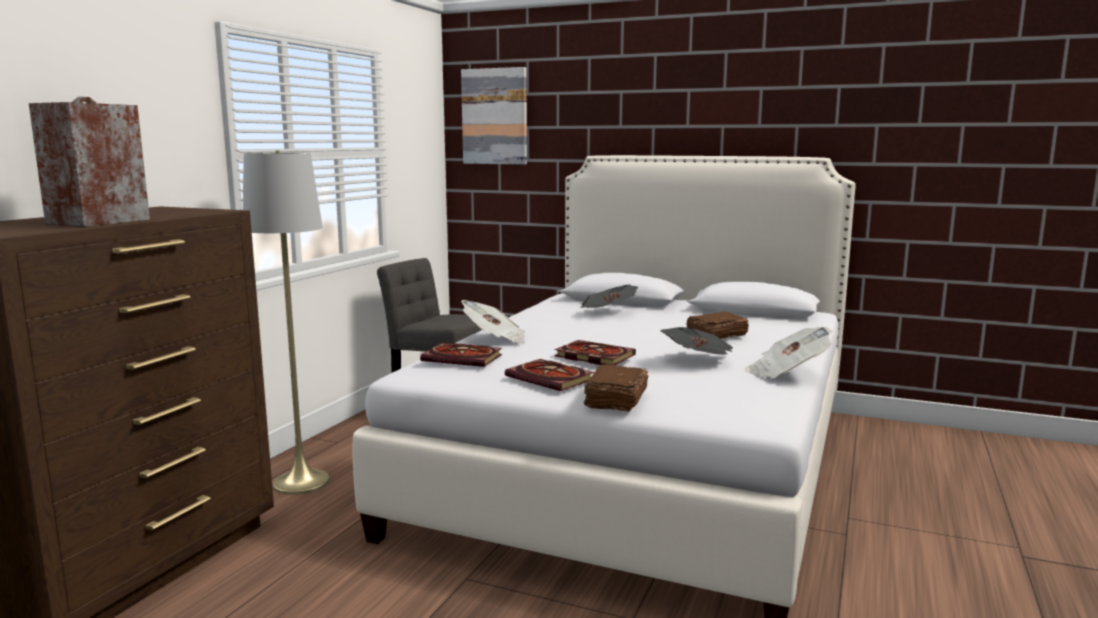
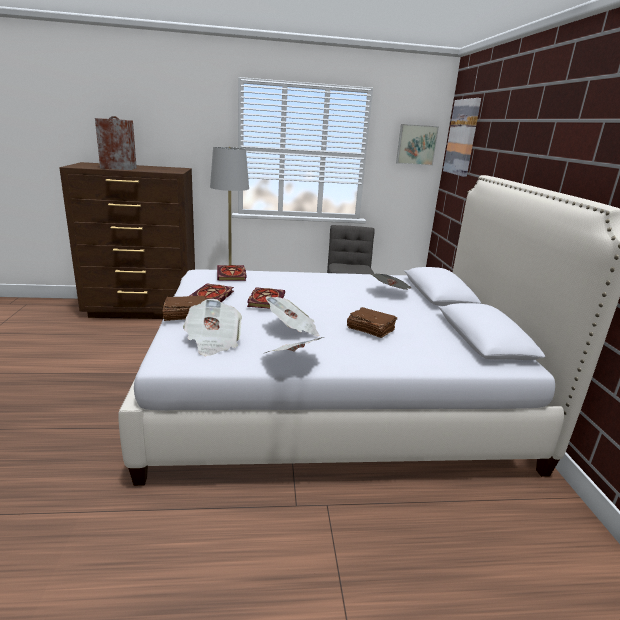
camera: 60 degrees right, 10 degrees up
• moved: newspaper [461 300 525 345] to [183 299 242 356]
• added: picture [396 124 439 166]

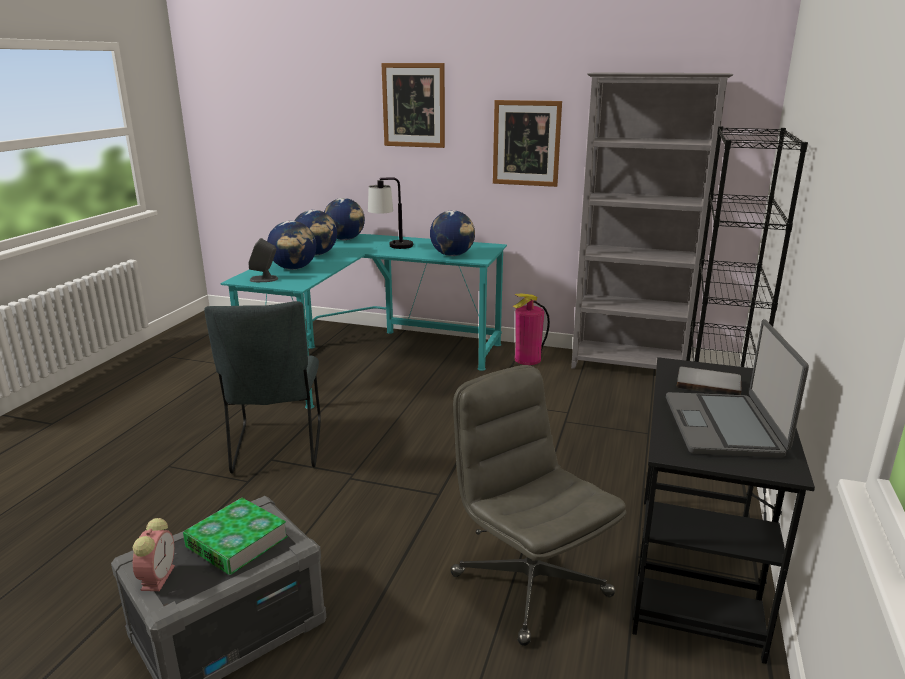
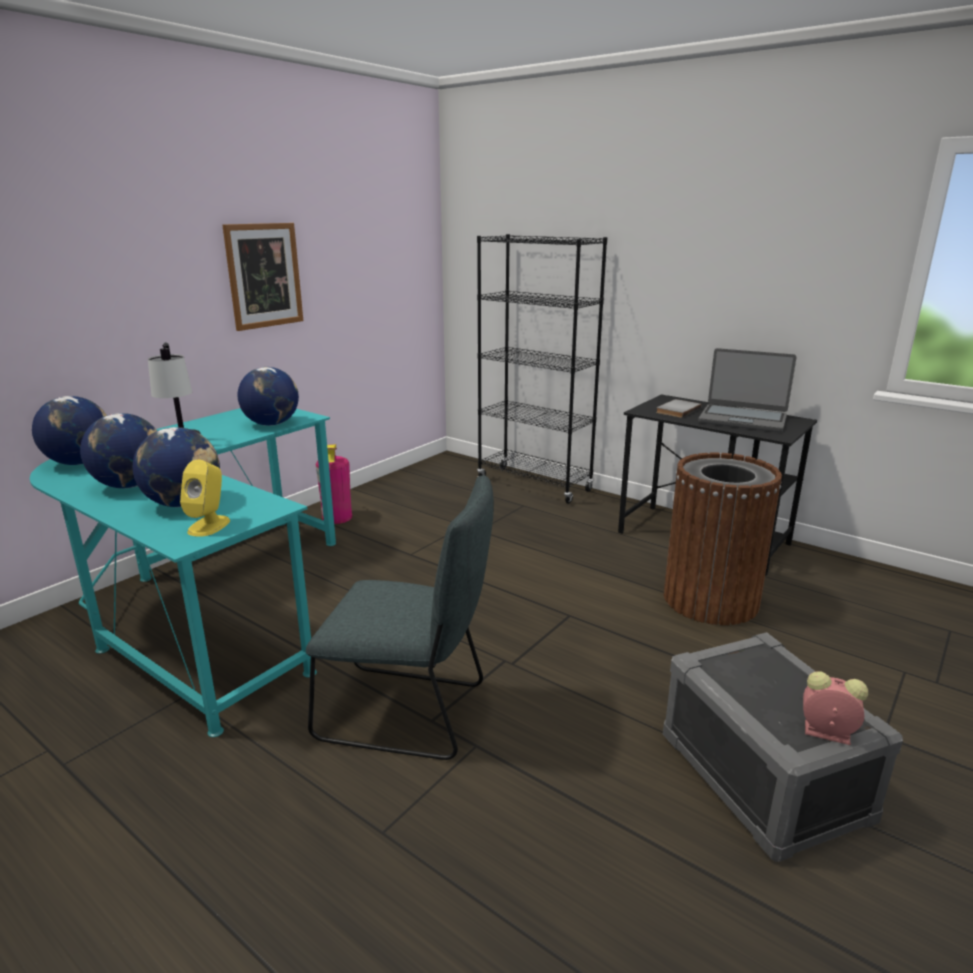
camera: 70 degrees left, 0 degrees up
• recoloured: grey speaker [248 238 278 282] to yellow speaker [180 460 230 537]
• replaced: grey office chair [450 365 626 646] to brown trash can [664 453 782 625]
• removed: book [183 498 288 575]
• removed: picture [381 63 445 148]
• removed: grey bookcase [571 72 733 369]

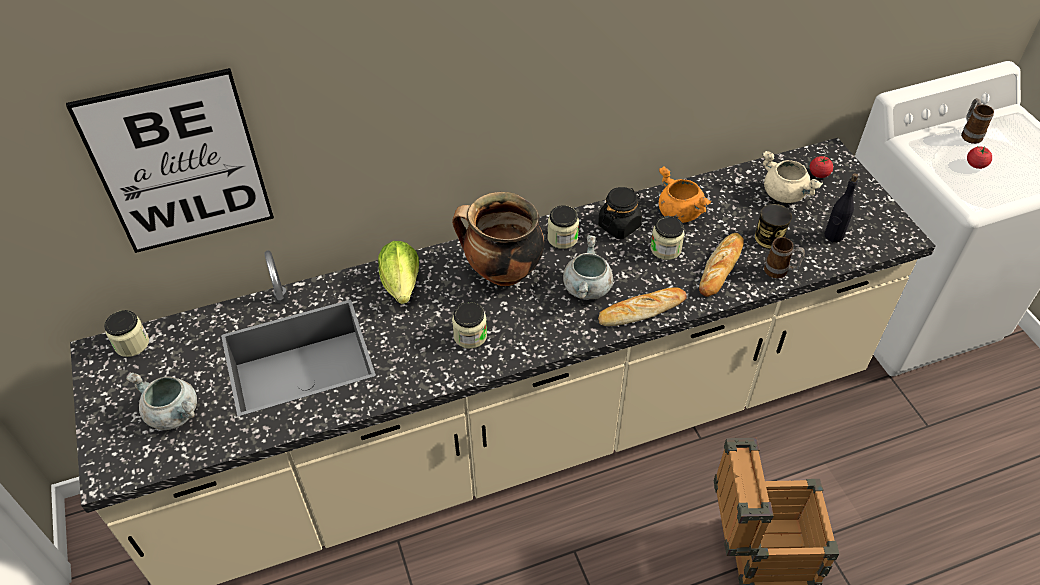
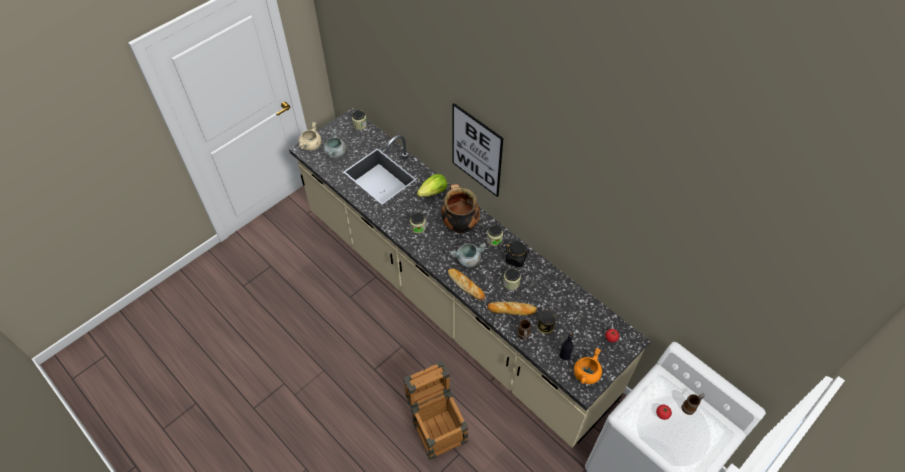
camera: 65 degrees right, 5 degrees up
• moved: beige cooking pot [762 151 823 203] to [299 122 322 151]
• moved: picture [66 68 274 253] to [453 103 503 197]
• moved: orange cooking pot [659 166 712 223] to [574 348 602 384]

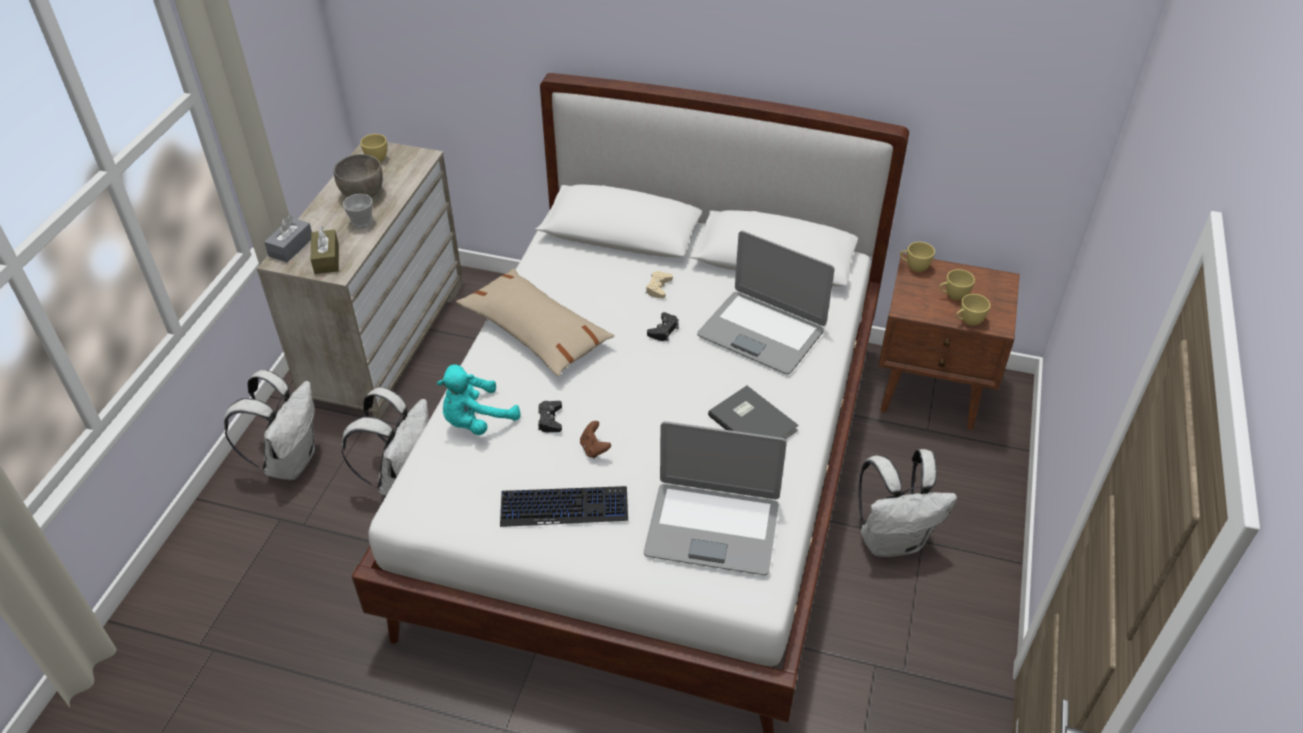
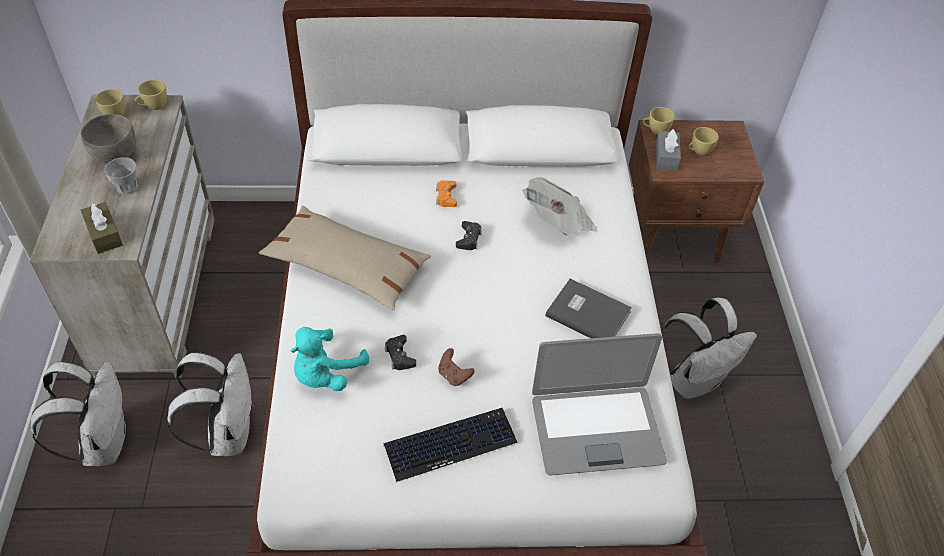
camera: 20 degrees left, 5 degrees up
• moved: yellow cup [956 294 990 326] to [135 79 167 110]
• recoloured: beige game controller [646 271 673 299] to orange game controller [436 180 457 207]
• replaced: laptop [697 231 835 374] to newspaper [522 177 597 236]
• moved: grey tissue box [264 215 312 263] to [656 129 681 171]

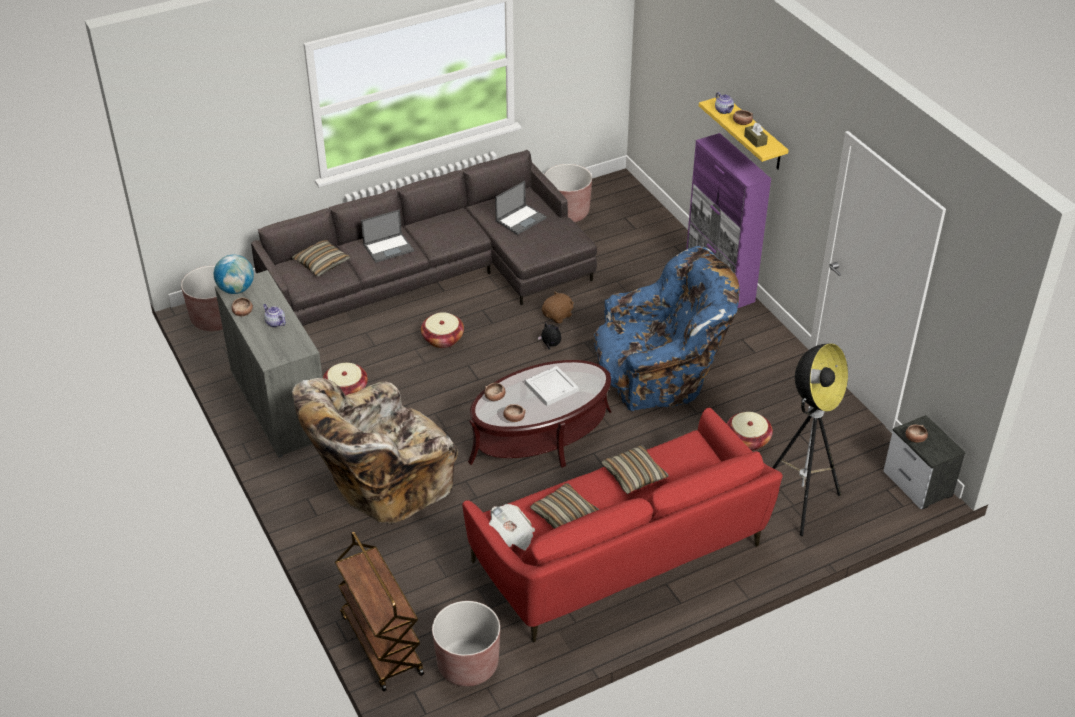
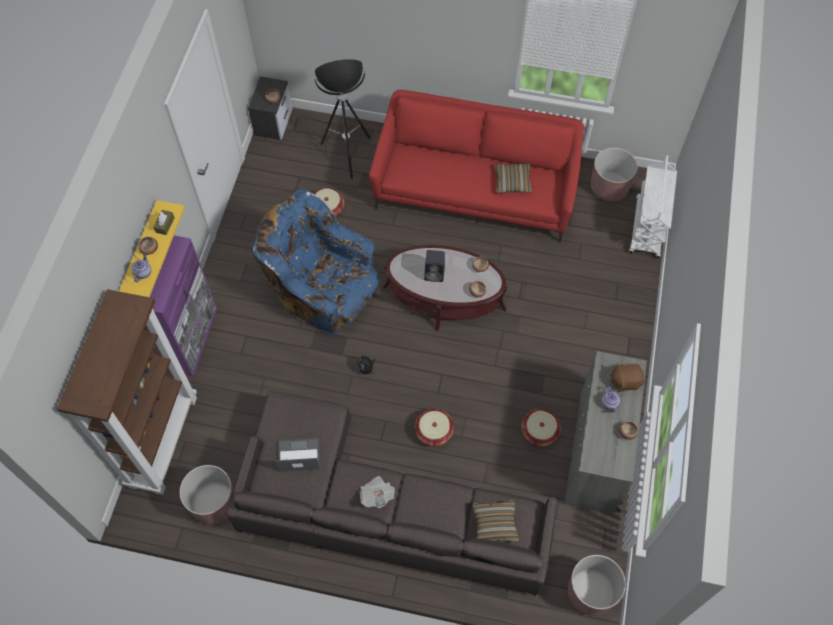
camera: 140 degrees left, 20 degrees up
• added: brown bookcase [57 289 197 495]
• moved: newspaper [489 504 535 551] to [360 476 395 508]
• replaced: white tray [525 366 579 406] to black speaker [424 250 445 282]
• moved: brown plush toy [542 291 574 324] to [609 362 644 392]
• recoloured: brown cart [335 532 424 692] to white cart [629 155 677 258]
• removed: globe [214 255 254 294]
• removed: beige armchair [292 378 458 524]
• removed: laptop [361 209 414 263]
• removed: pillow [601 445 668 494]

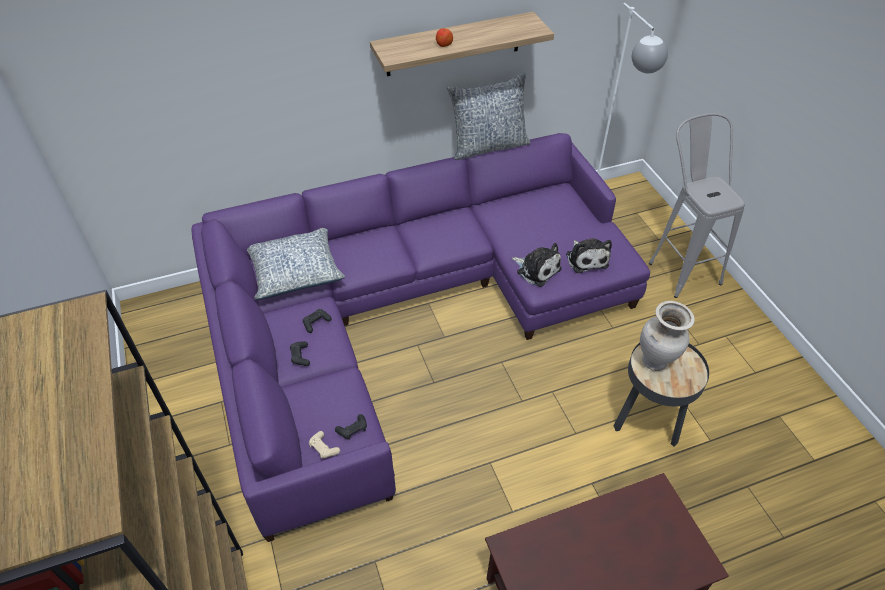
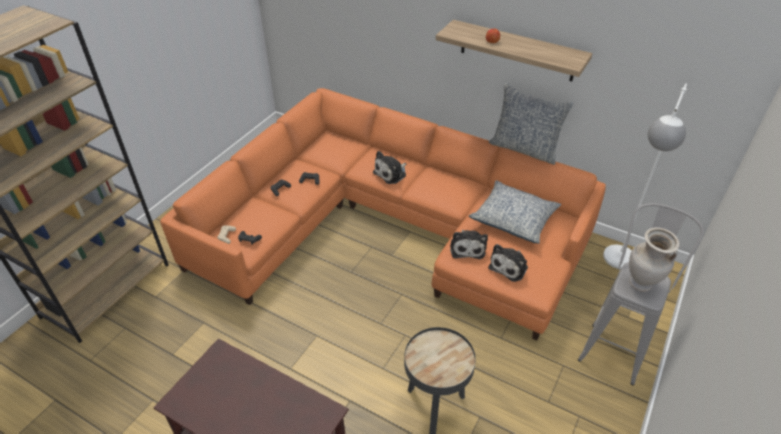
camera: 50 degrees right, 5 degrees down
• recoloured: purple sofa [191 133 650 542] to orange sofa [160 88 606 340]
• added: plush toy [373 151 406 184]
• moved: pillow [247 228 345 300] to [469 180 561 244]
• moved: beige vase [640 301 695 371] to [629 227 680 292]

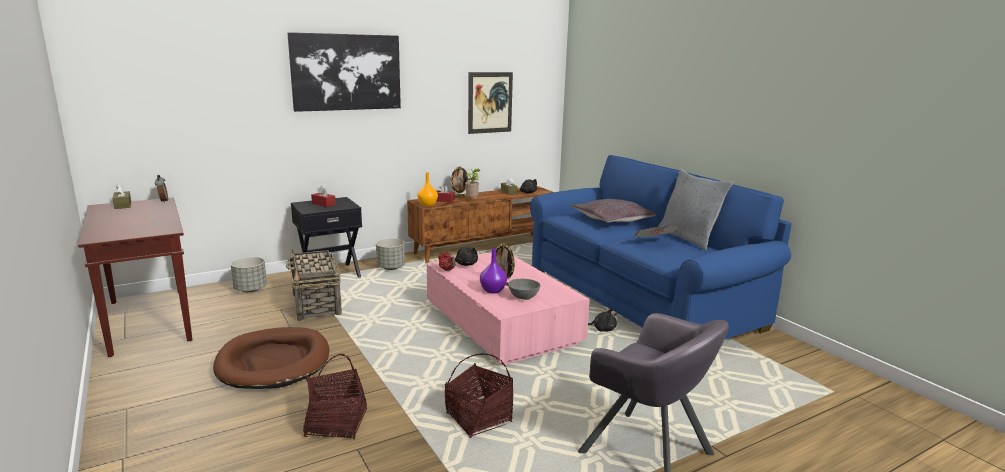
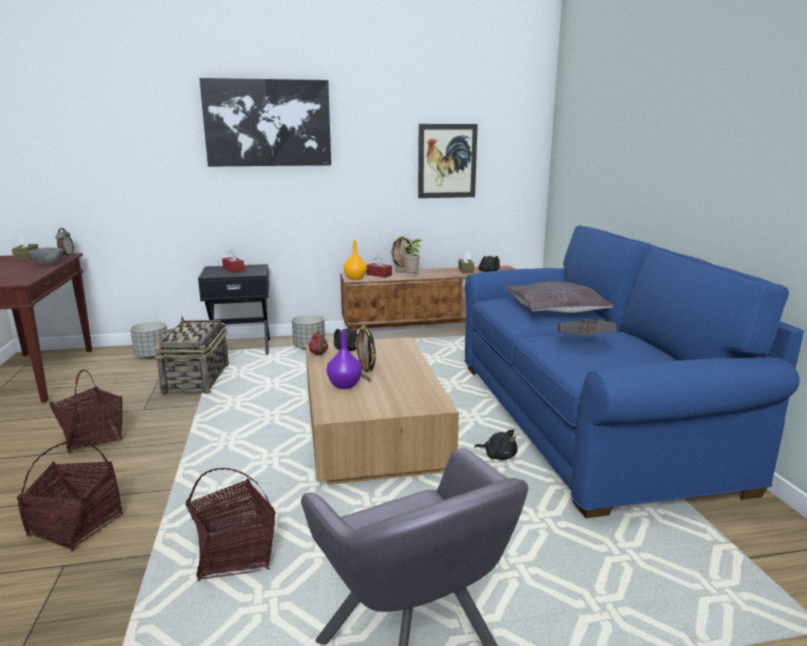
camera: 20 degrees right, 0 degrees up
• moved: grey bowl [508 279 541 300] to [28 248 63 265]
• replaced: brown dog bed [213 327 329 389] to basket [50 369 123 454]
• recoloured: pink coffee table [427 252 590 365] to brown coffee table [306 337 459 485]
• removed: grey pillow [658 168 733 250]

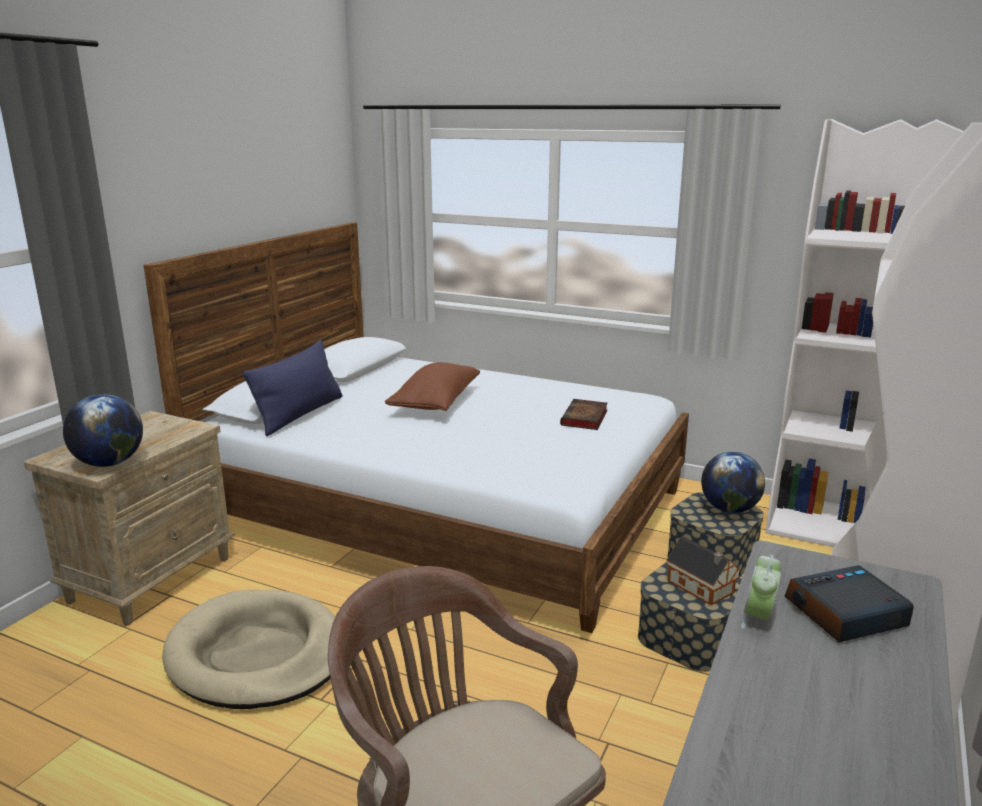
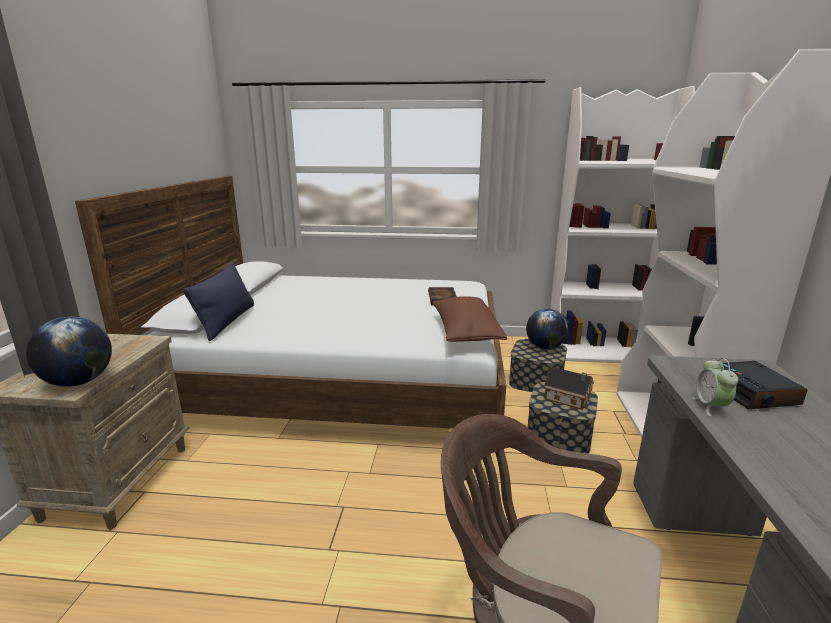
camera: 20 degrees left, 0 degrees up
• moved: brown pillow [385 362 480 411] to [432 296 507 342]
• turned: alarm clock [784 565 914 642] = [723 361 808 409] 60 degrees counterclockwise
• removed: beige dog bed [162 590 336 709]

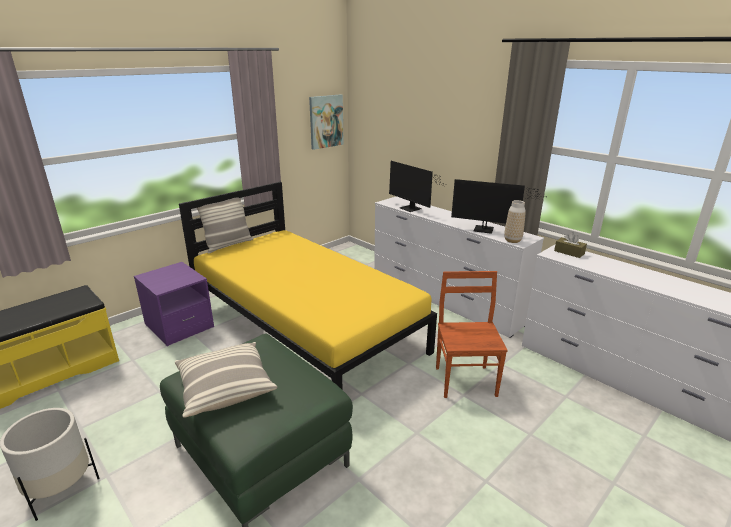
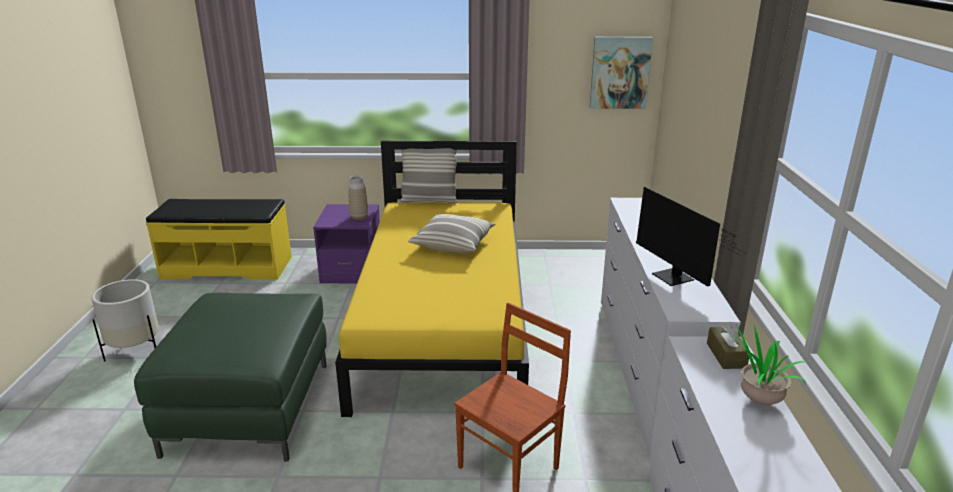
camera: 45 degrees right, 0 degrees up
• moved: vase [504 200 526 243] to [348 176 368 220]
• moved: pillow [175 342 277 418] to [408 214 496 253]
• added: potted plant [724 325 808 405]
• removed: monitor [389 161 447 212]

